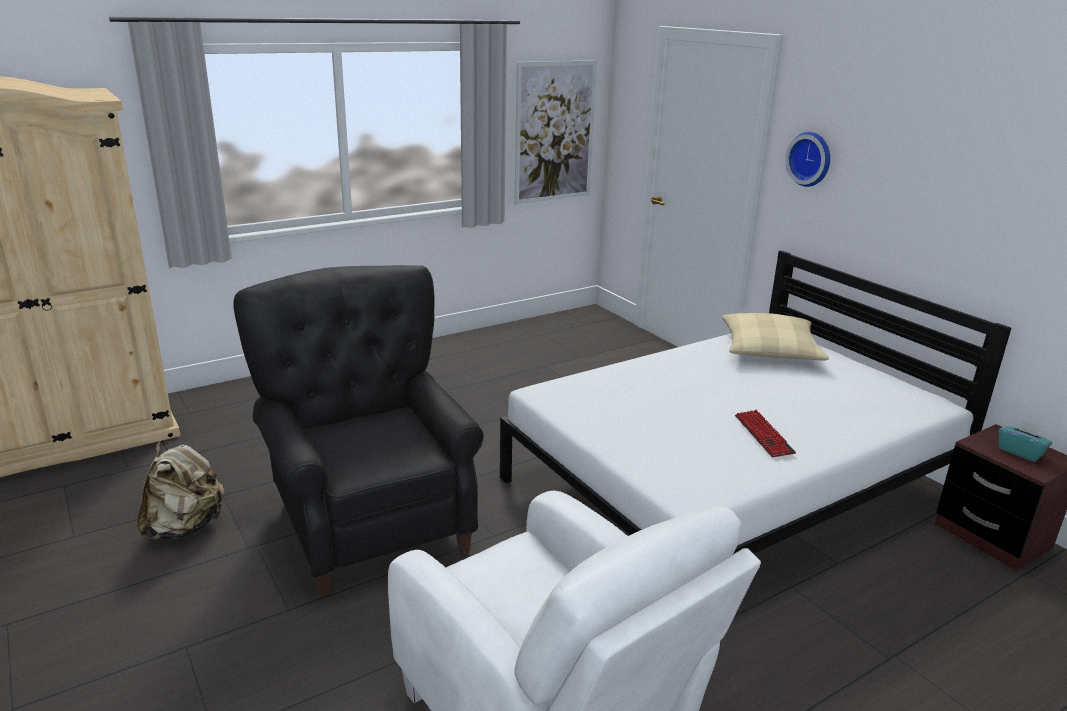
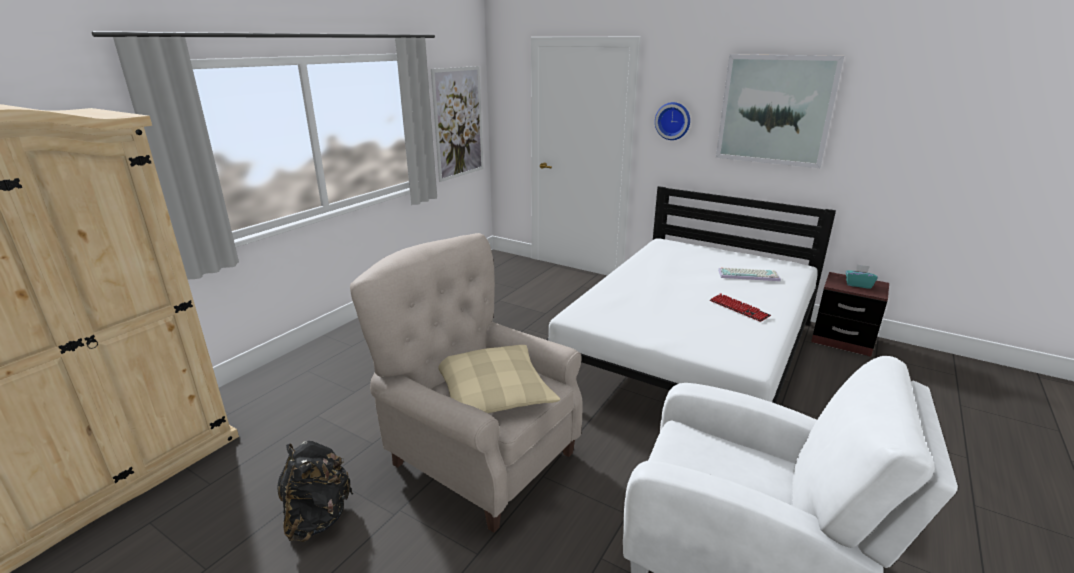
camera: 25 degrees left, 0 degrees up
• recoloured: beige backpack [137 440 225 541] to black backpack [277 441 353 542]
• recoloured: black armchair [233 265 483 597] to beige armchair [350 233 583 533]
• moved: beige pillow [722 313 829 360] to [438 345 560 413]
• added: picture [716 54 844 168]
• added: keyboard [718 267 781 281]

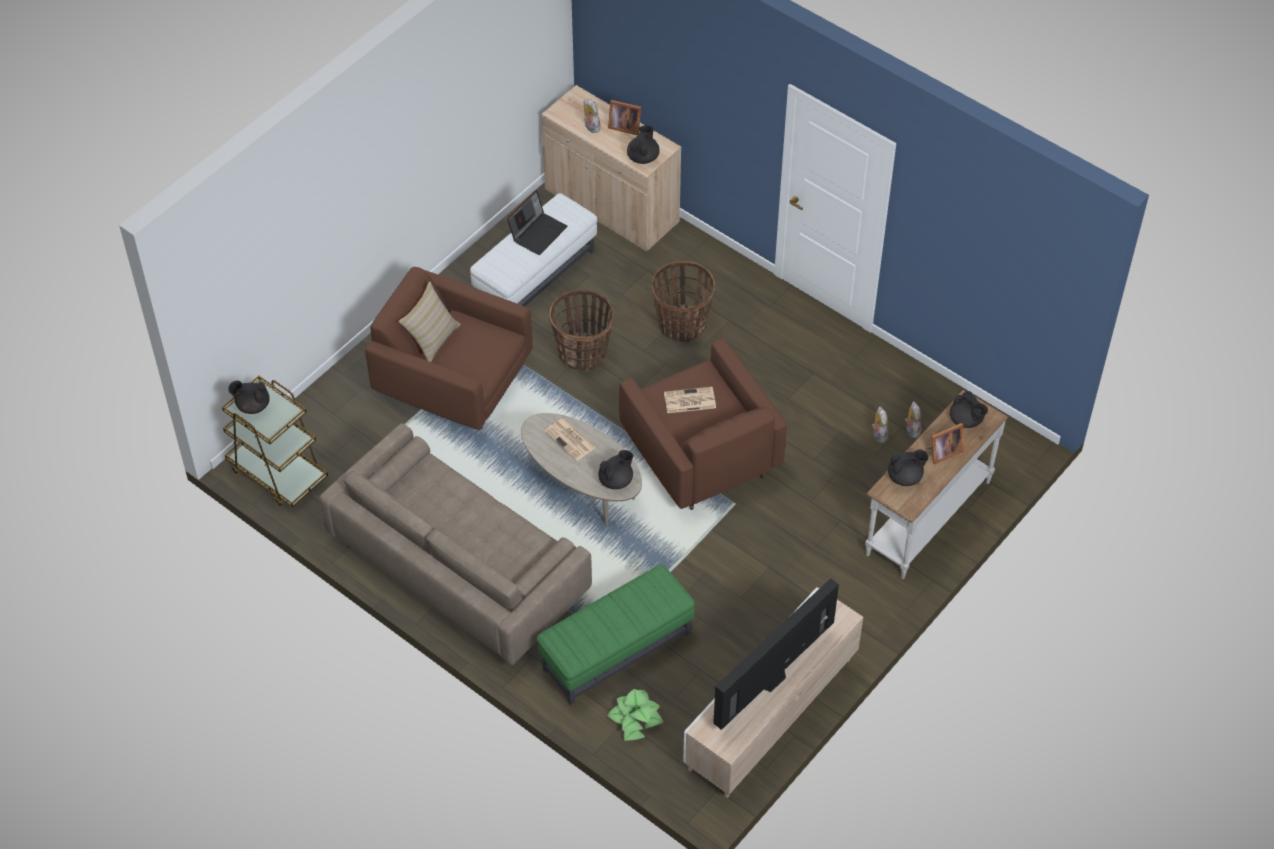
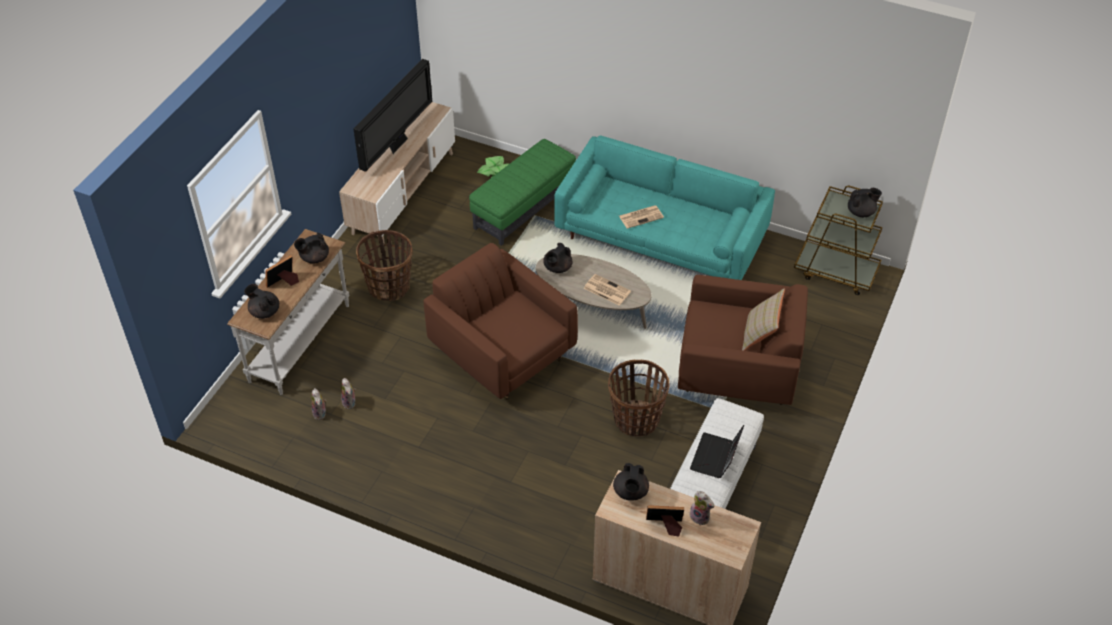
camera: 165 degrees right, 5 degrees down
• moved: basket [651 261 715 342] to [356 230 413 301]
• recoloured: beige sofa [319 424 592 665] to turquoise sofa [554 135 775 280]
• moved: newspaper [664 387 716 413] to [619 205 664 229]

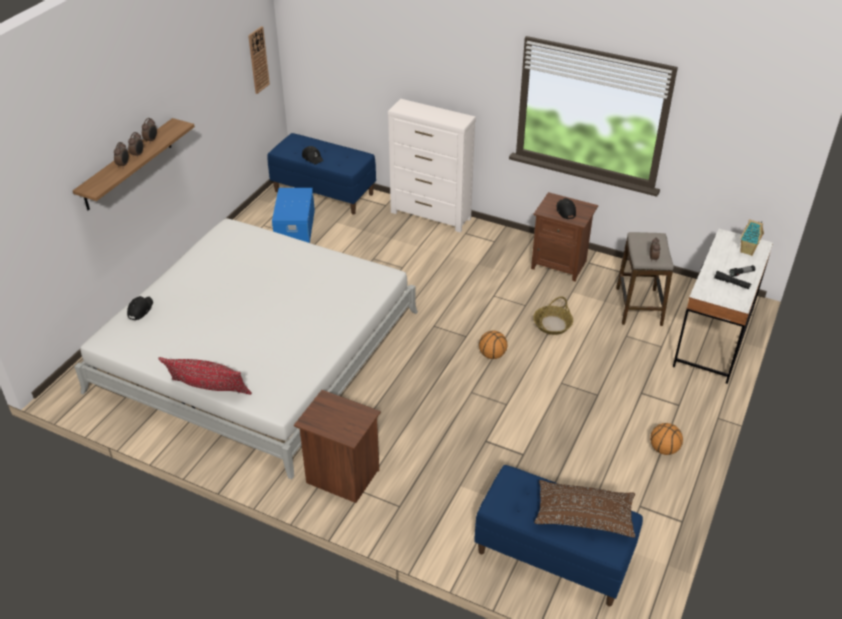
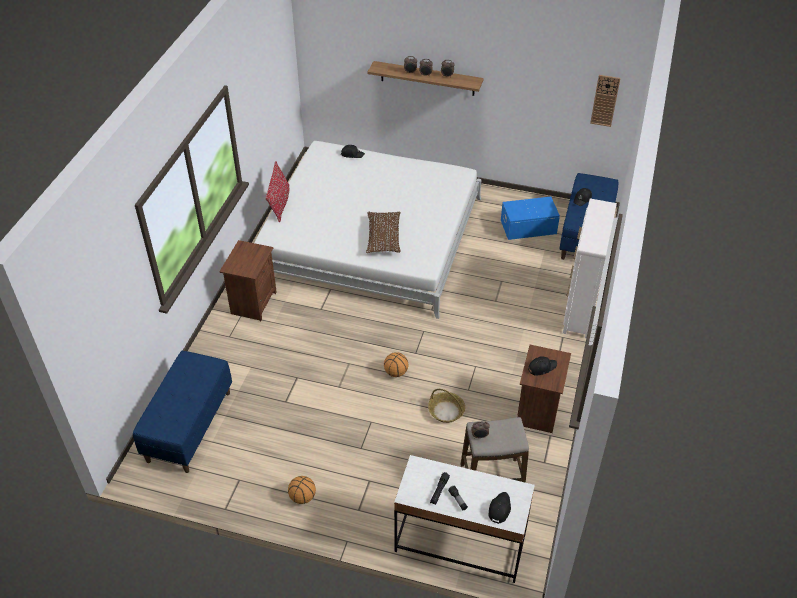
camera: 80 degrees right, 5 degrees up
• moved: brown pillow [534 480 636 538] to [366 212 401 253]
• replaced: toy house [740 219 764 256] to black cap [489 492 511 524]

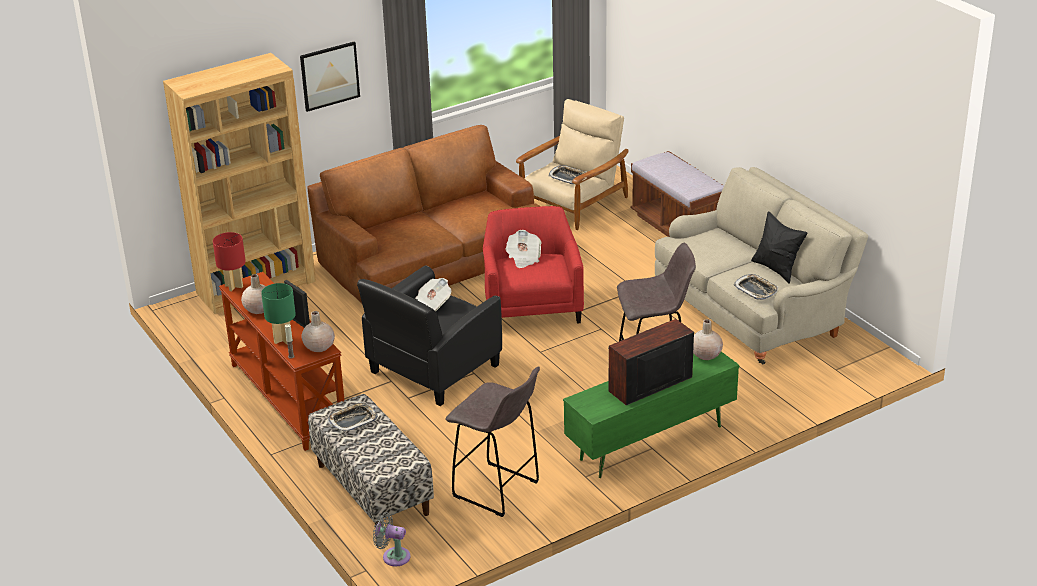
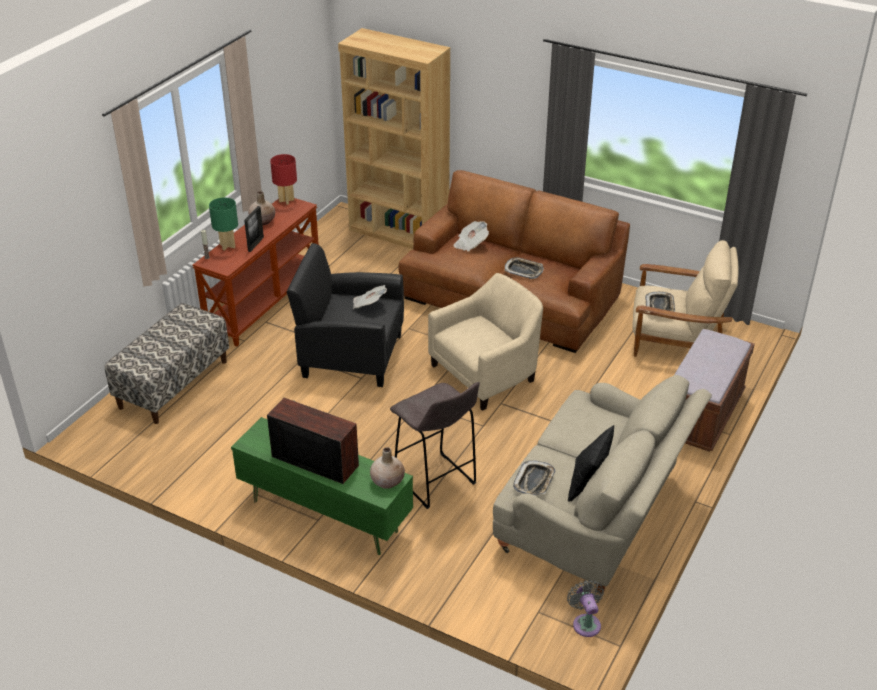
camera: 60 degrees right, 5 degrees up
• recoloured: red armchair [483 206 584 324] to beige armchair [428 273 543 411]
• moved: newspaper [505 230 541 268] to [453 221 489 252]
• moved: tray [328 402 378 432] to [505 257 544 279]
• moved: grey fan [373 512 410 567] to [567 580 604 637]
• removed: picture [300 42 360 112]
• removed: beige vase [302 311 335 352]
• removed: grey stool [445 367 540 517]

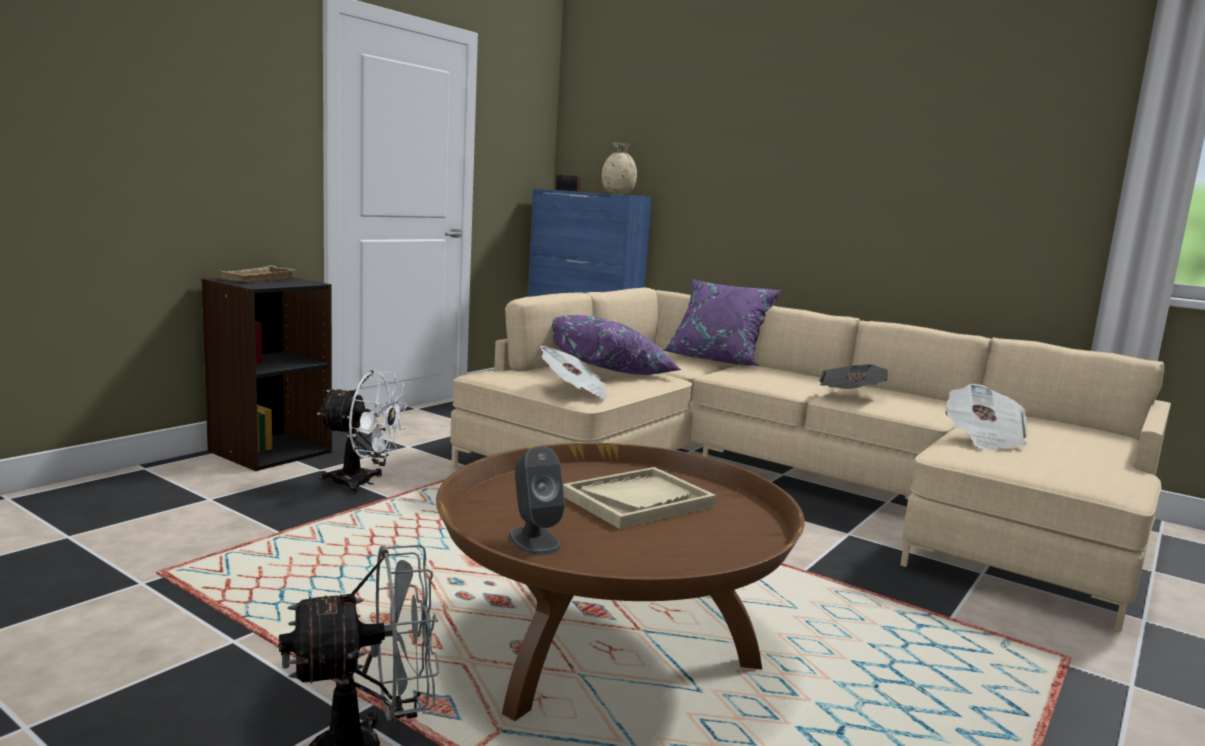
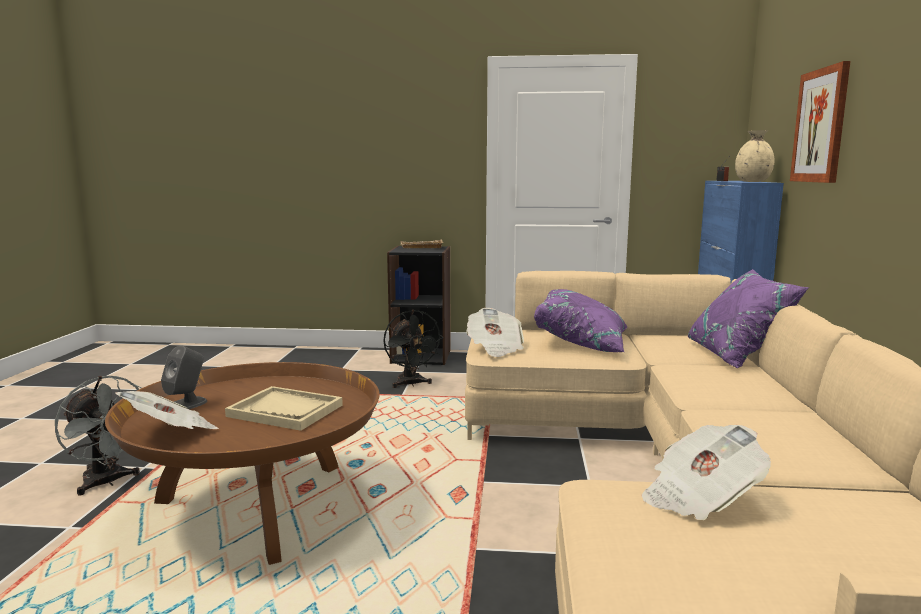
camera: 60 degrees right, 0 degrees up
• moved: newspaper [819 364 888 389] to [115 391 219 429]
• recoloured: white fan [317 370 408 494] to black fan [383 310 444 388]
• added: picture [790 61 851 183]

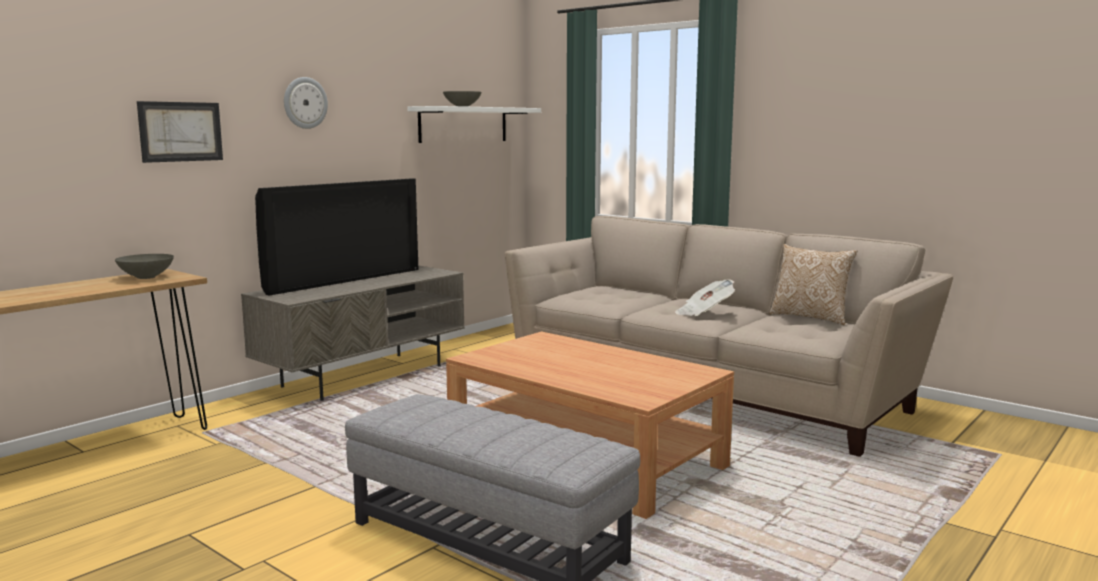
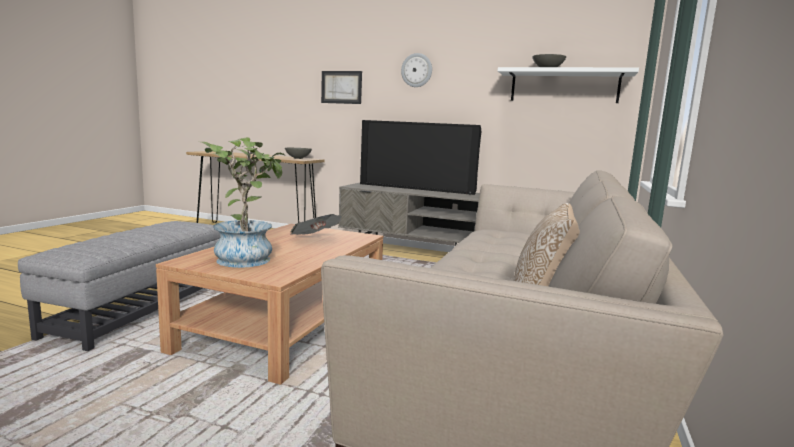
camera: 70 degrees right, 0 degrees up
• added: potted plant [201 137 285 268]
• moved: newspaper [675 279 735 316] to [291 214 342 235]

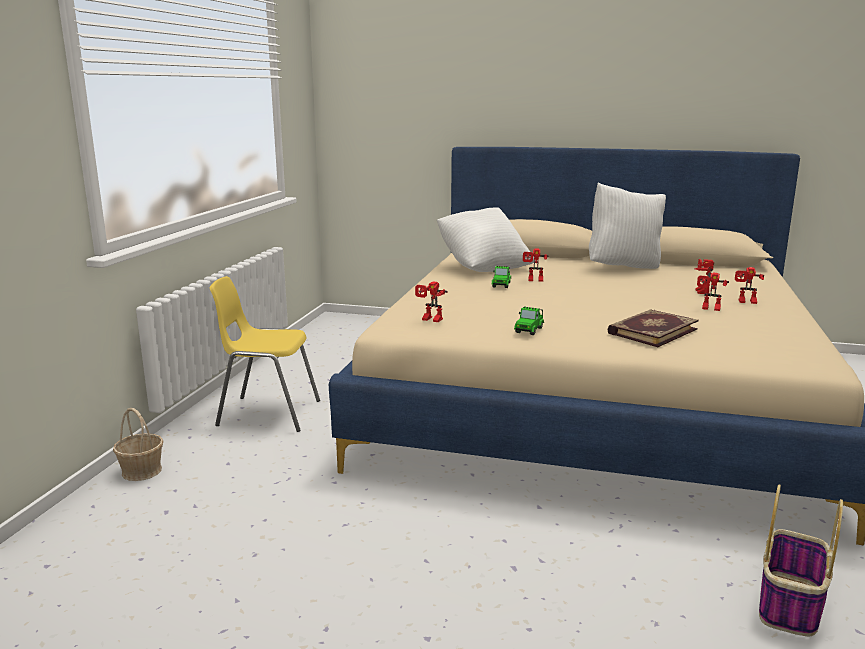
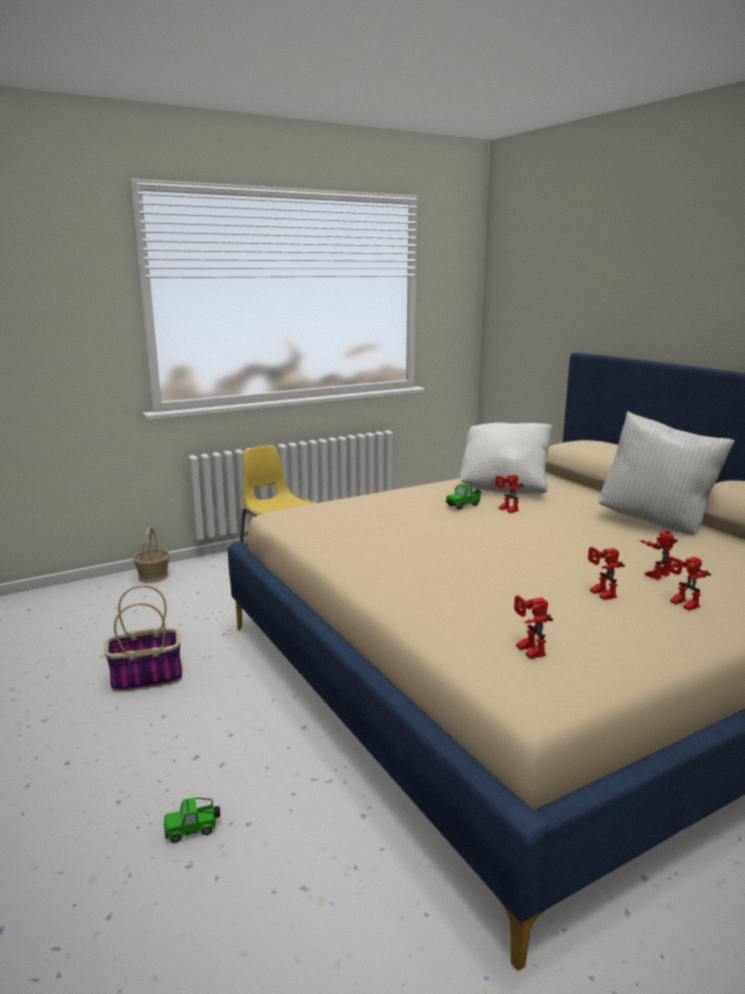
camera: 45 degrees right, 0 degrees up
• moved: basket [759 484 843 636] to [104 585 182 692]
• moved: toy car [514 307 544 335] to [164 797 220 843]
• moved: toy robot [415 281 448 322] to [514 595 553 659]
• removed: book [607 309 699 347]

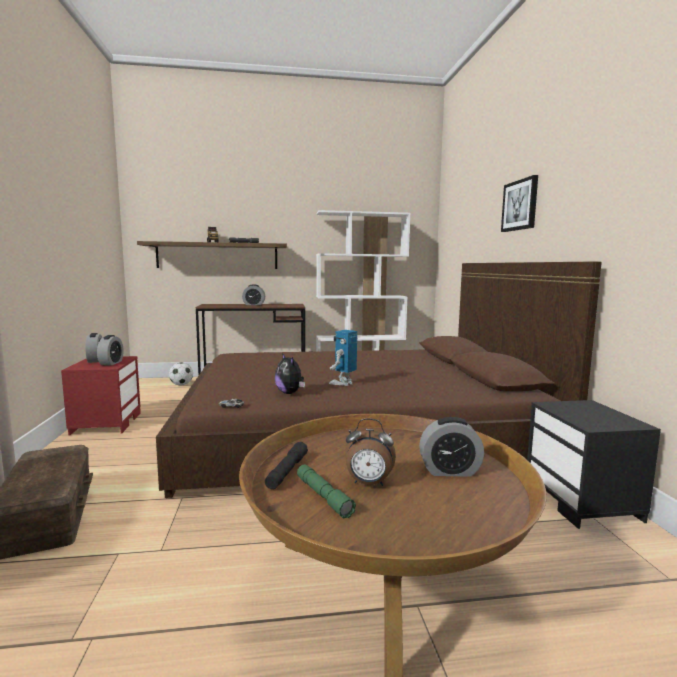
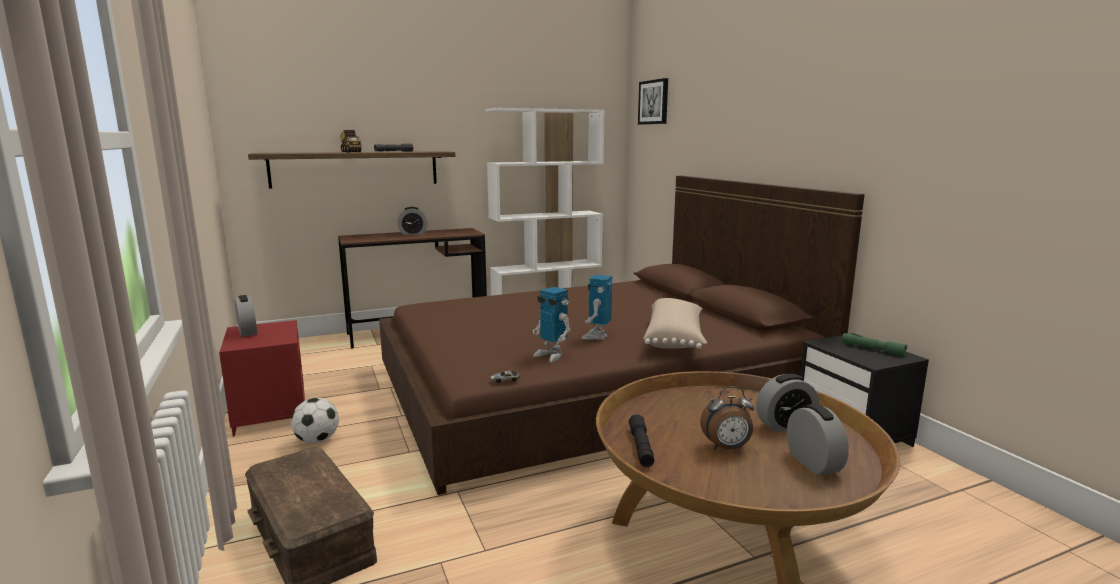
camera: 15 degrees left, 5 degrees up
• moved: football [169 362 193 385] to [291 398 339 443]
• replaced: plush toy [275 353 305 394] to toy robot [533 287 571 362]
• moved: picture [501 175 538 232] to [638 78 668 125]
• added: beige pillow [643 298 707 349]
• moved: alarm clock [97 335 123 365] to [787 404 849 475]
• moved: green flashlight [297 464 356 519] to [842 333 907 356]

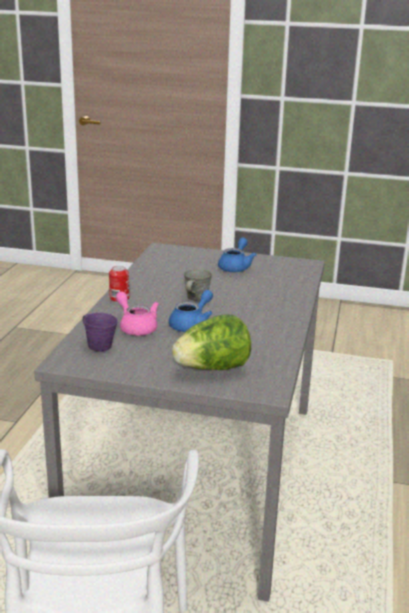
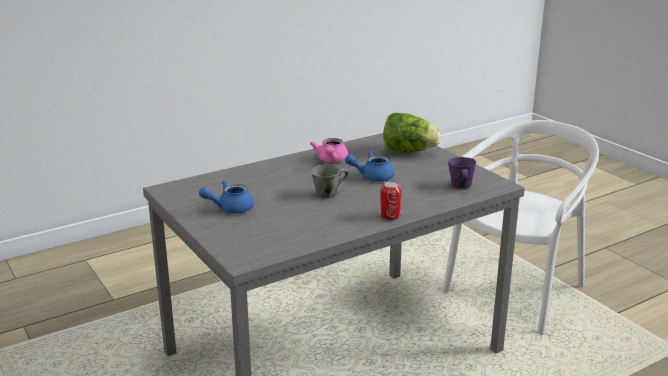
camera: 135 degrees left, 0 degrees up
• moved: pink teapot [116 292 159 336] to [310 138 348 163]

